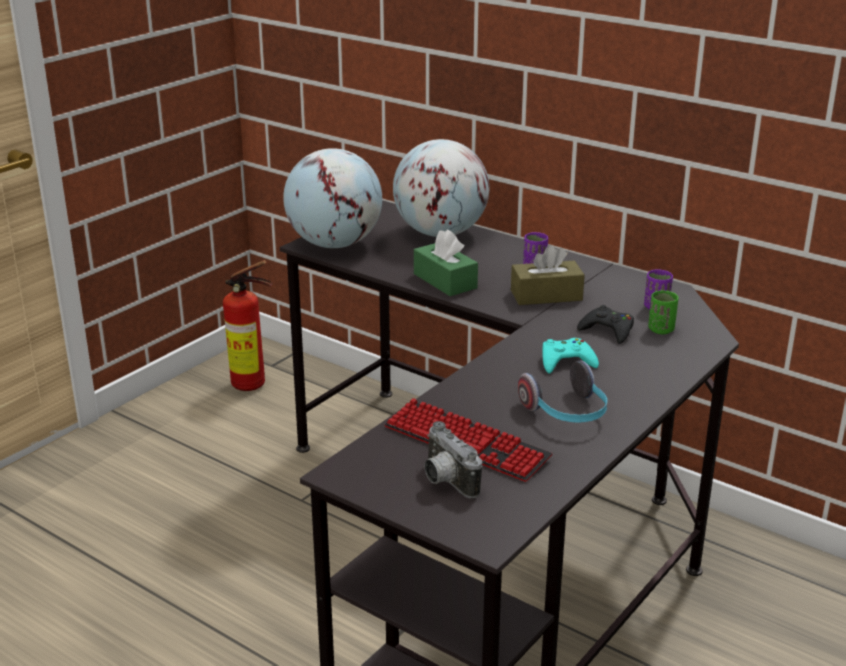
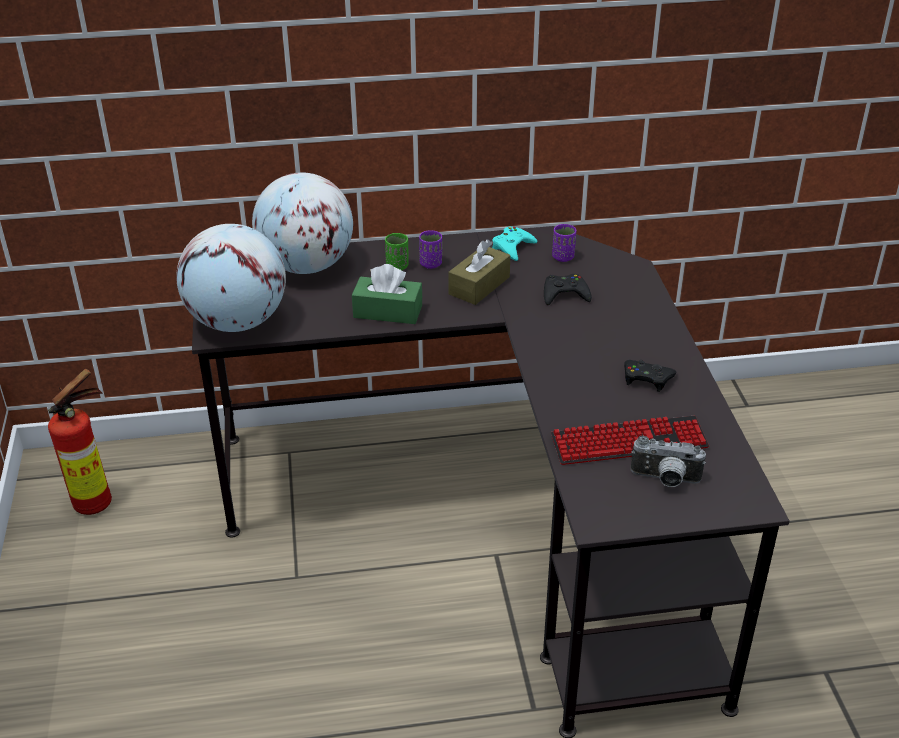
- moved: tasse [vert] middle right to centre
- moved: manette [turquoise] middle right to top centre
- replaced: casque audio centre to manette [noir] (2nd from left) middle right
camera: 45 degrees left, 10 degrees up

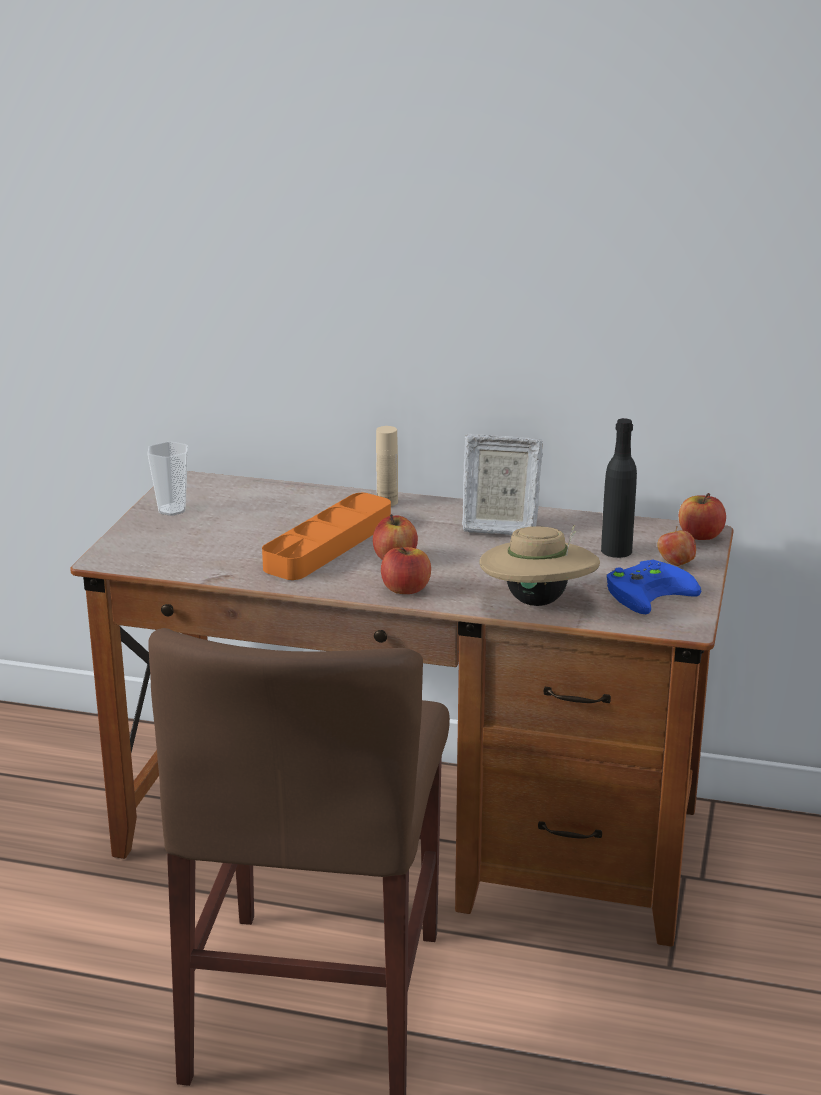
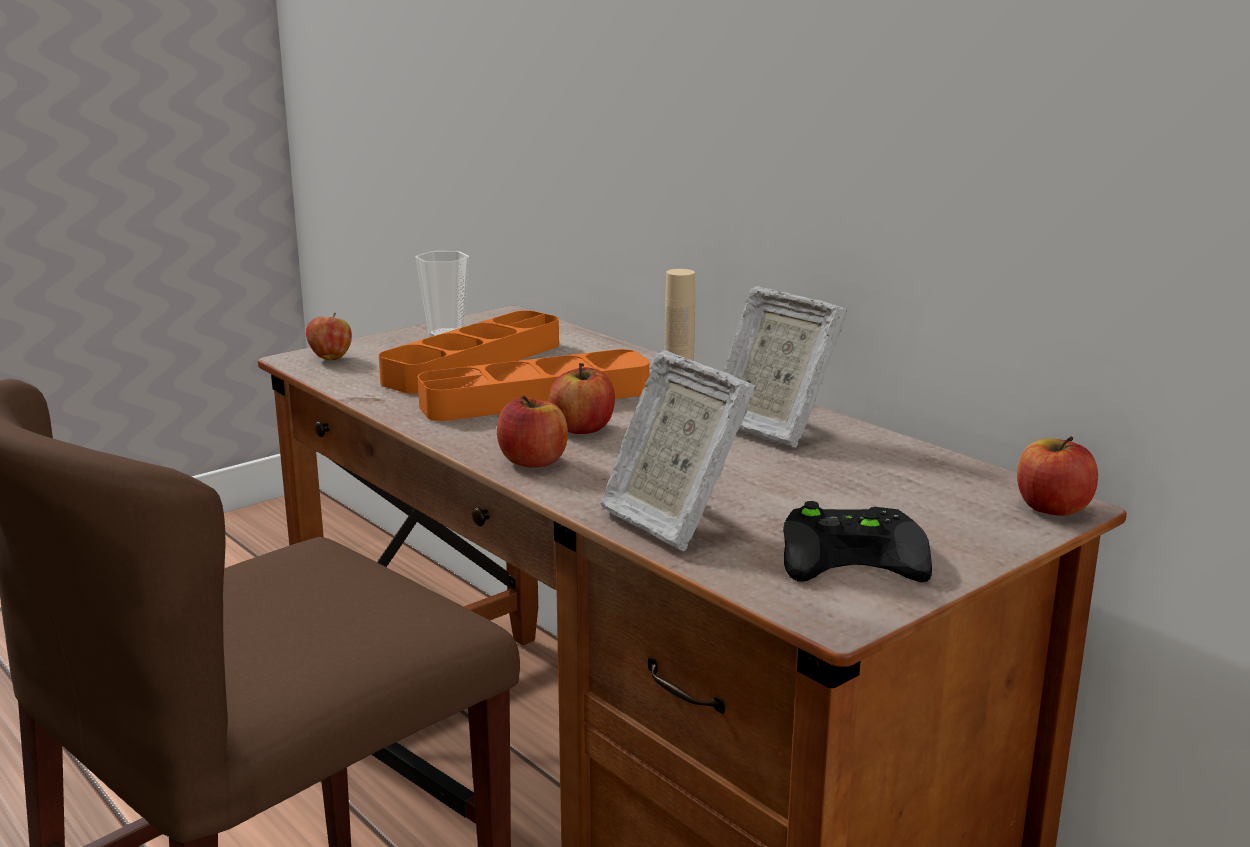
- removed: bouteille [noir] middle right
- replaced: chapeau [beige] centre to cadre photo (1st from left) centre
- moved: pomme (3rd from left in the first image) middle right to pomme (1st from left) middle left
- recoloured: manette [bleu] middle right to manette [noir] middle right
- added: plateau [orange] (1st from left) centre
camera: 35 degrees right, 5 degrees down

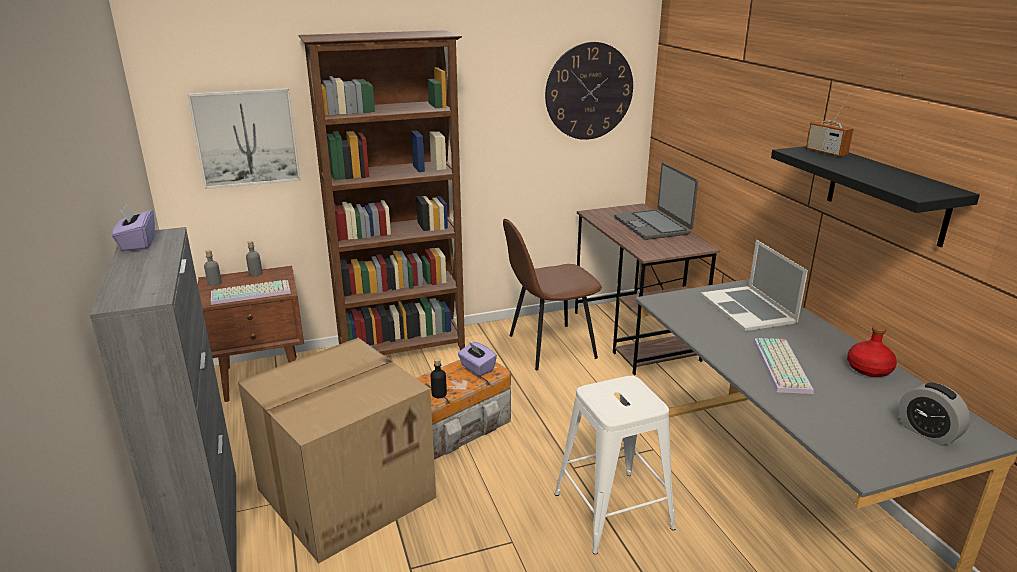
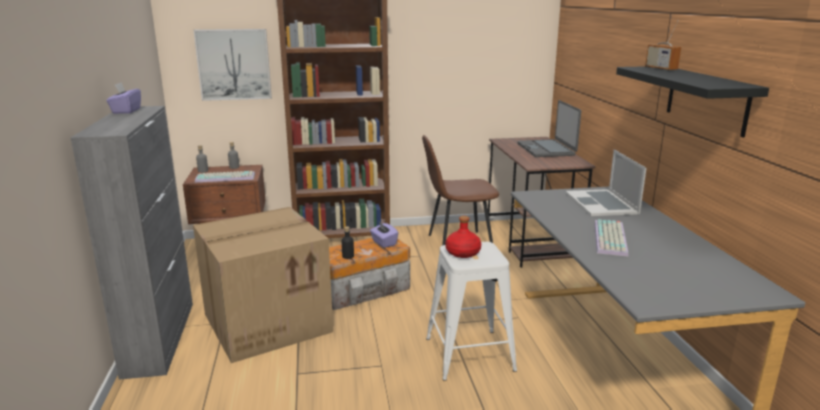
- removed: horloge murale top centre
- moved: bouteille [rouge] middle right to centre
- removed: réveil bottom right
camera: 10 degrees right, 5 degrees down

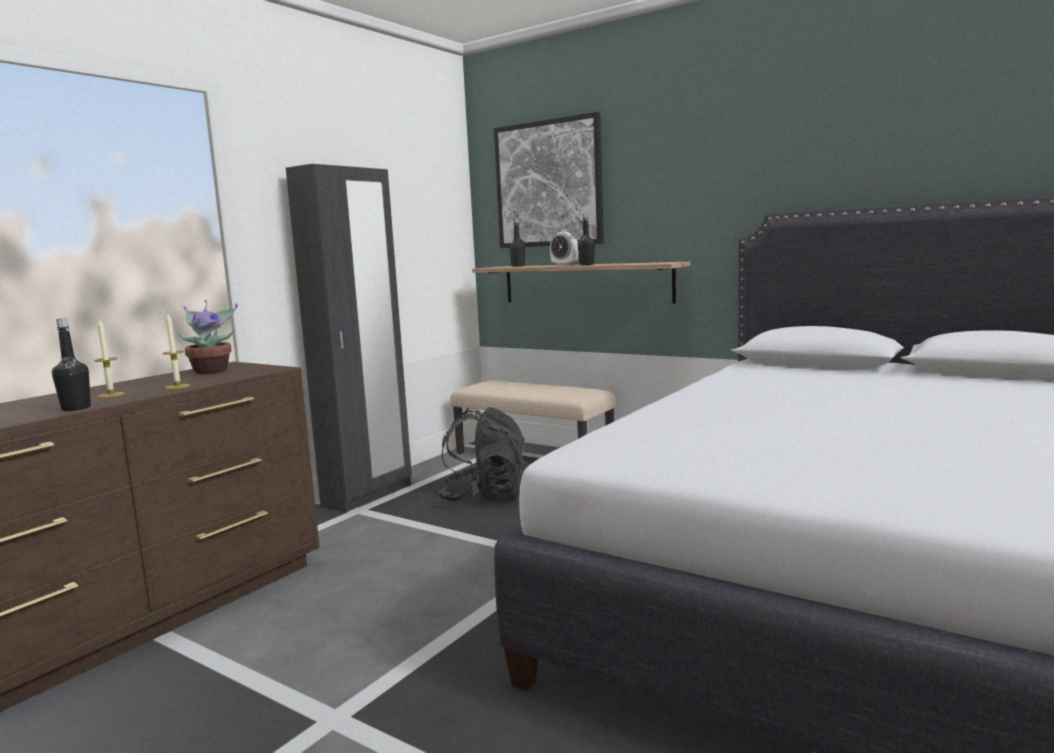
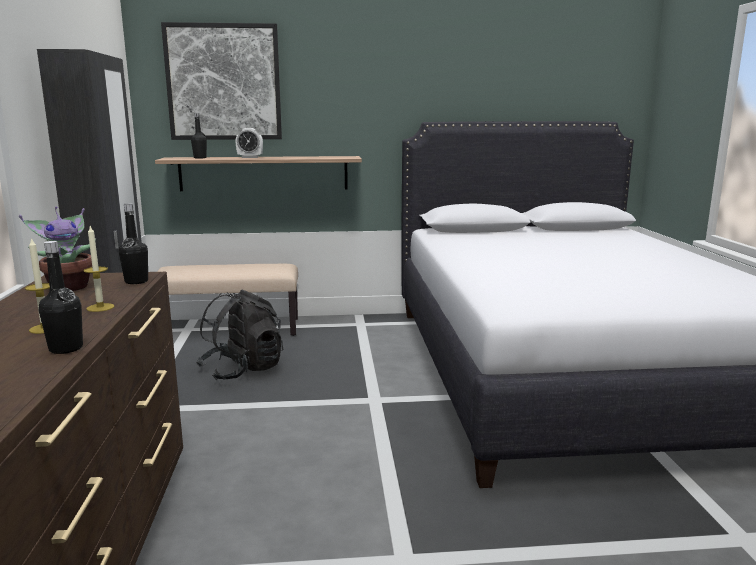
- moved: bouteille [noir] (3rd from left in the first image) top centre to bouteille [noir] (2nd from left) middle left
camera: 40 degrees left, 5 degrees up

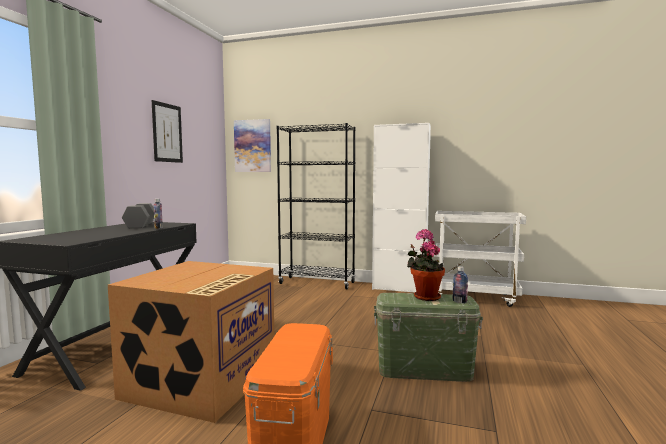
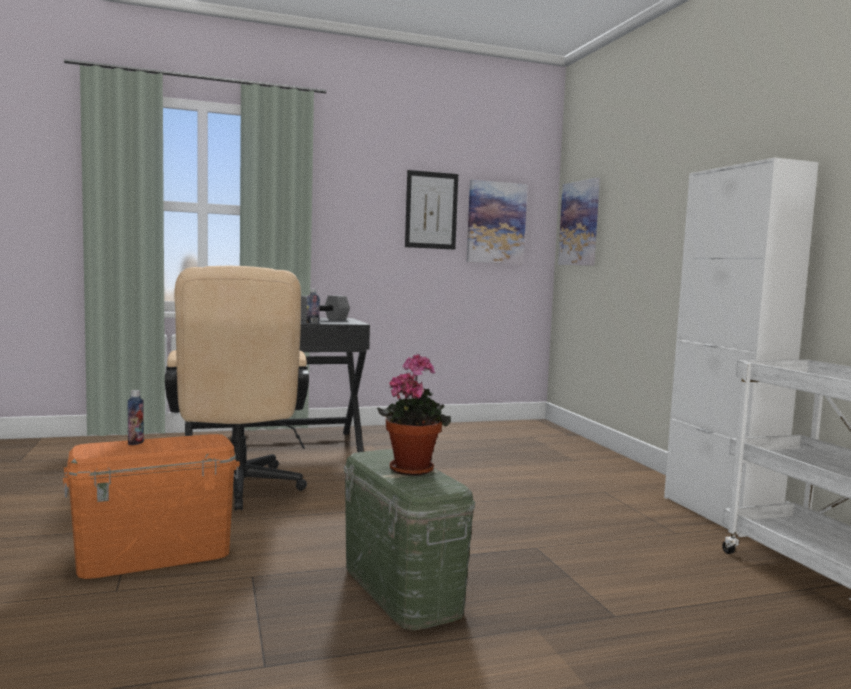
- removed: bibliothèque [noir] centre
- replaced: carton bottom left to chaise de bureau [beige] middle left
- moved: bouteille (2nd from left in the first image) middle right to bouteille (1st from left) middle left
- added: tableau (2nd from left) top centre
camera: 55 degrees right, 0 degrees up

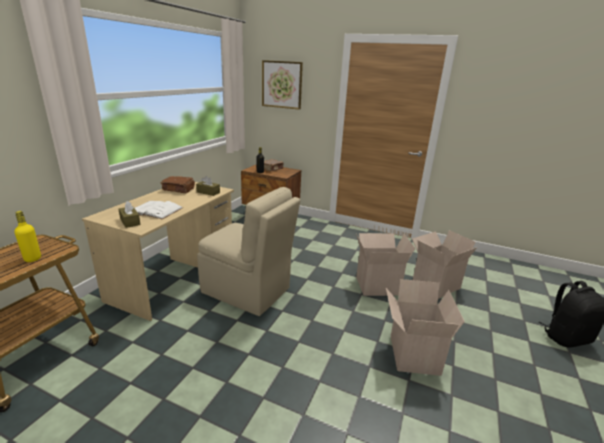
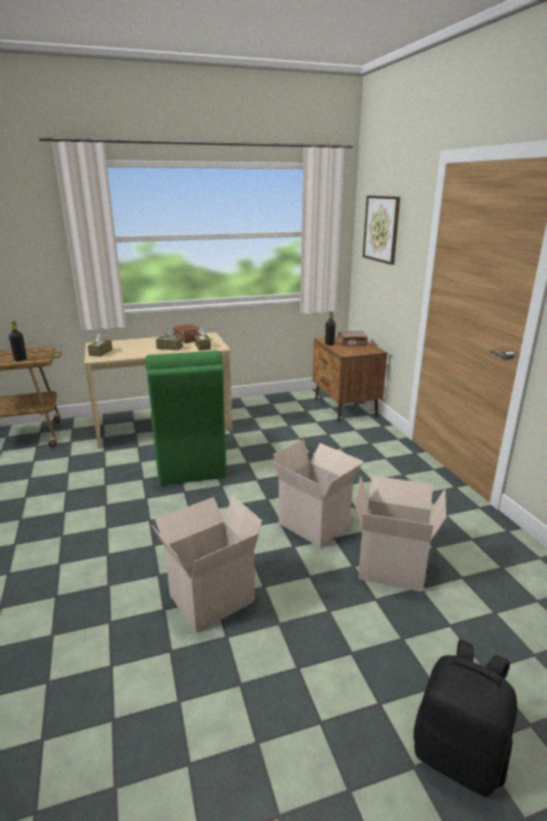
- recoloured: chaise [beige] centre to chaise [vert] centre
- removed: livre [blanc] middle left
- recoloured: bouteille [jaune] middle left to bouteille [noir] (1st from left) middle left
- added: boîte à mouchoirs [marron] (2nd from left) middle left
camera: 50 degrees right, 0 degrees up

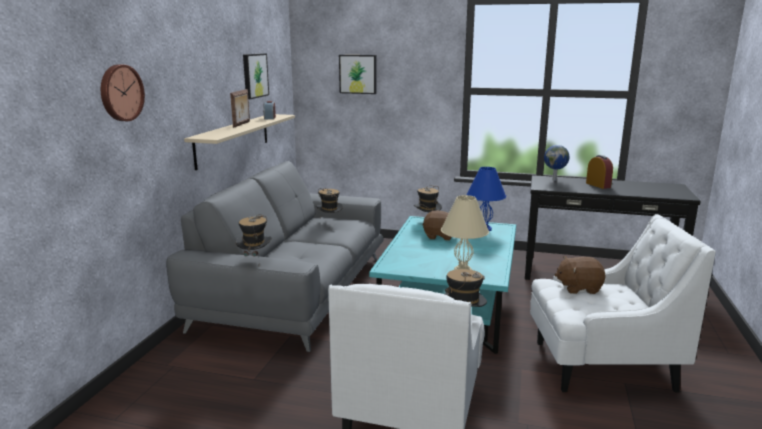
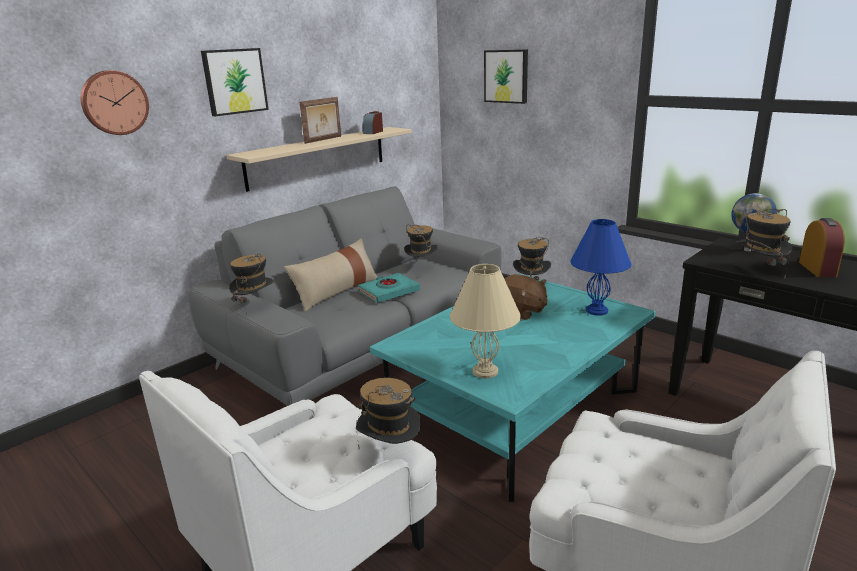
- moved: tableau (1st from left) top centre to top left
- removed: peluche [marron] (2nd from left) middle right
- added: chapeau (5th from left) middle right
- added: coussin [beige] centre
- added: livre [turquoise] centre
camera: 30 degrees right, 5 degrees up

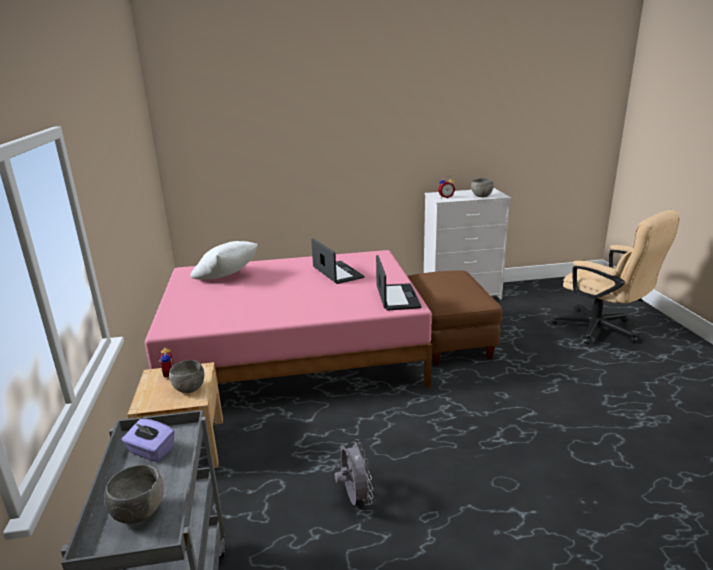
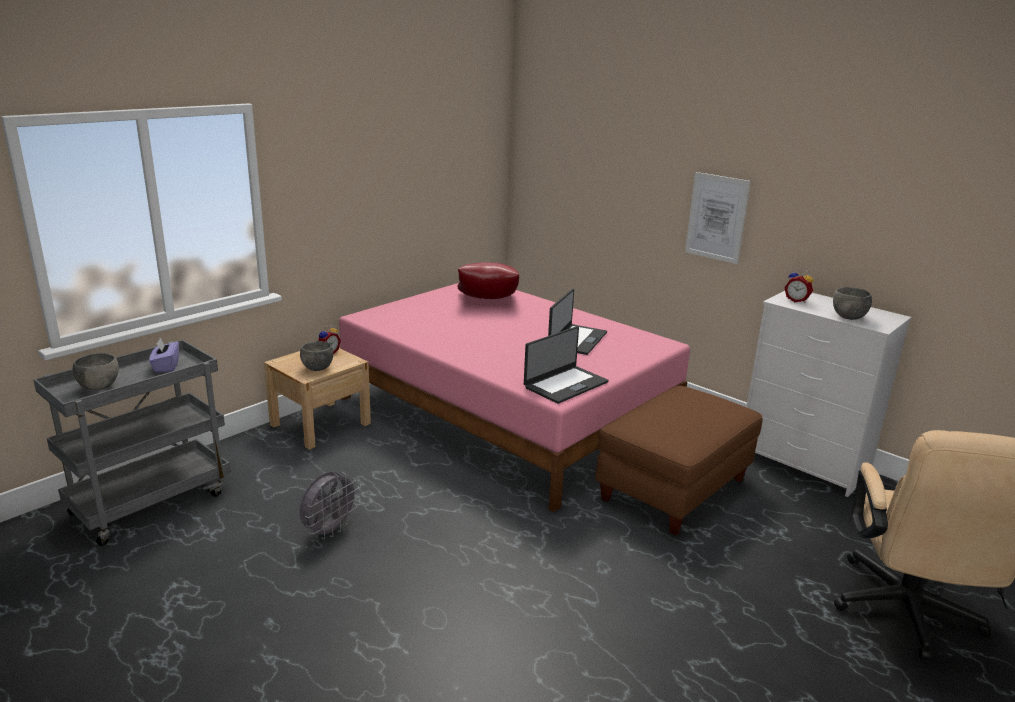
- recoloured: coussin [blanc] middle left to coussin [rouge] centre
- added: tableau top right
camera: 50 degrees right, 0 degrees up

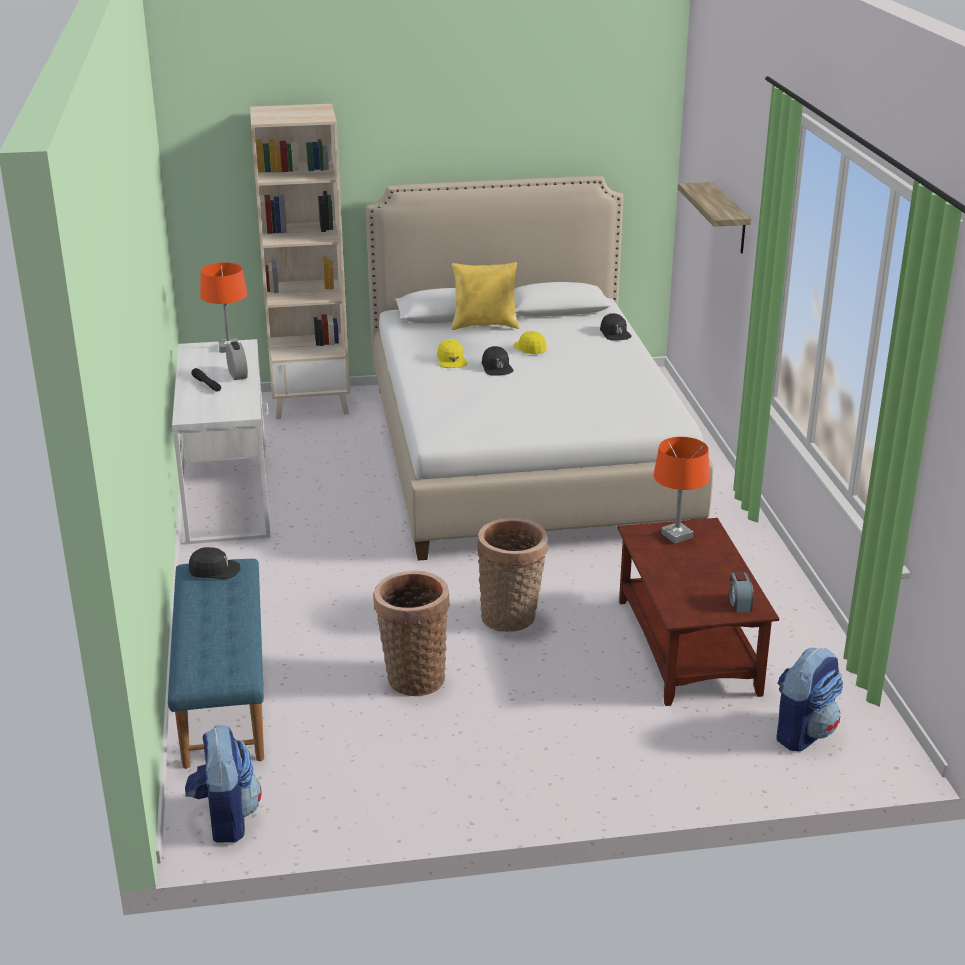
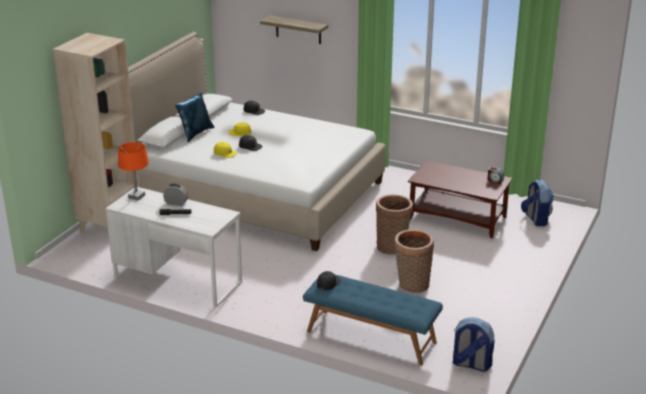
- recoloured: coussin [jaune] top centre to coussin [bleu] top left
- removed: lampe de table [orange] (2nd from left) middle right
camera: 55 degrees left, 0 degrees up

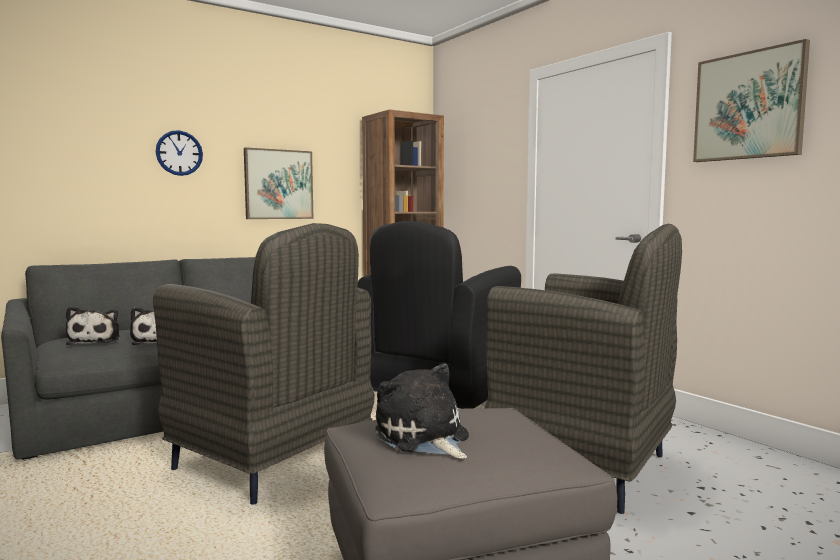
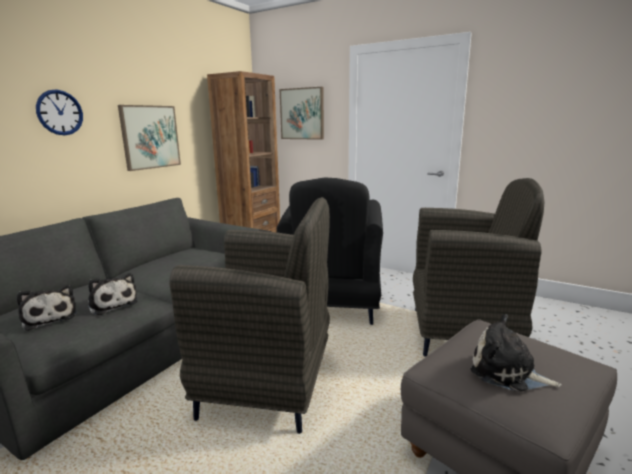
- moved: tableau (2nd from left) top right to top centre
camera: 25 degrees left, 10 degrees up

